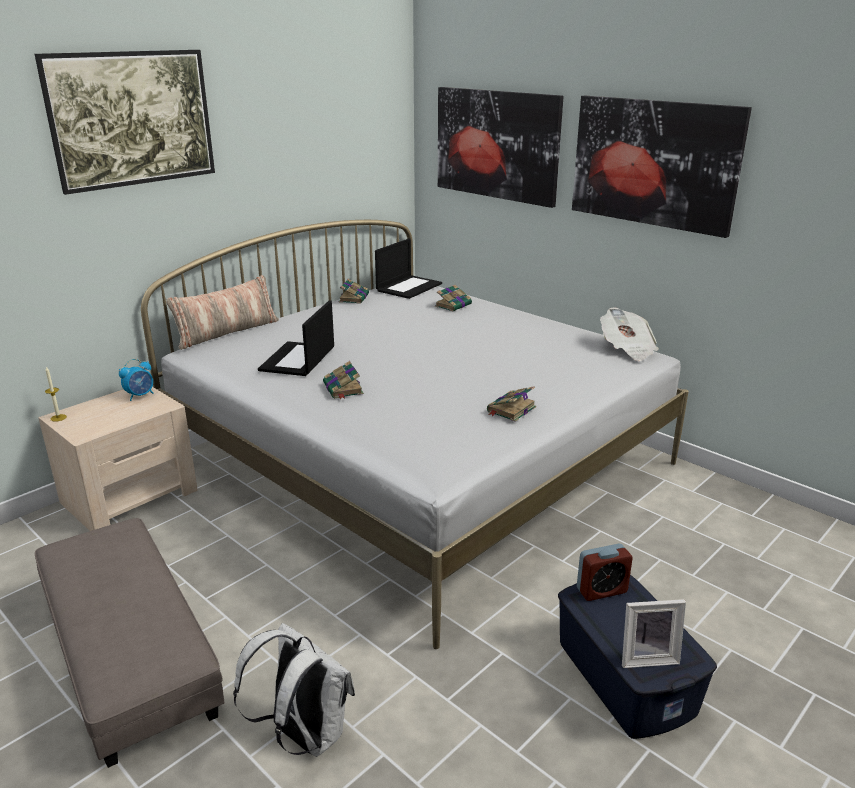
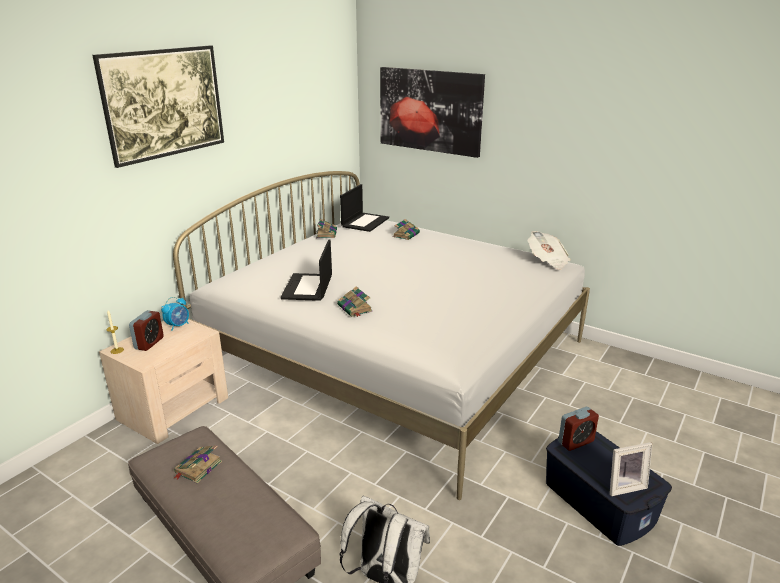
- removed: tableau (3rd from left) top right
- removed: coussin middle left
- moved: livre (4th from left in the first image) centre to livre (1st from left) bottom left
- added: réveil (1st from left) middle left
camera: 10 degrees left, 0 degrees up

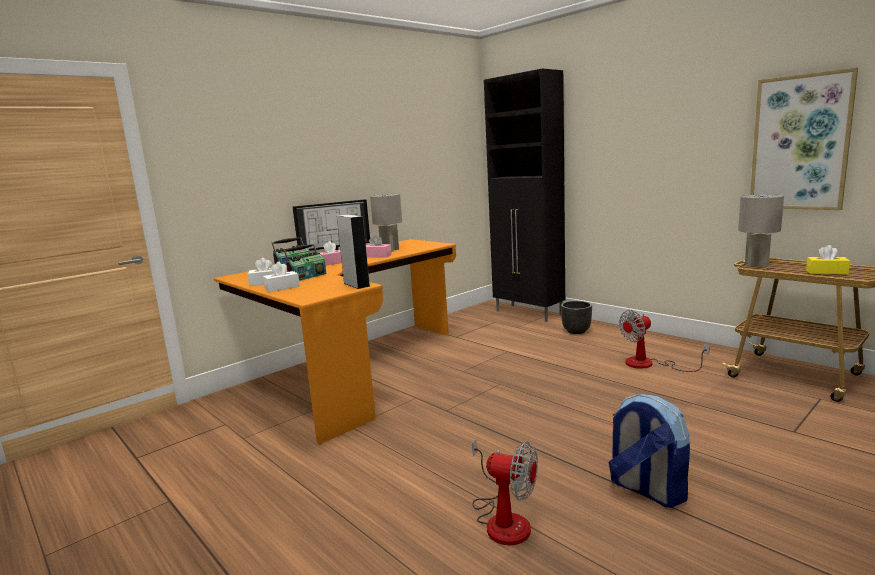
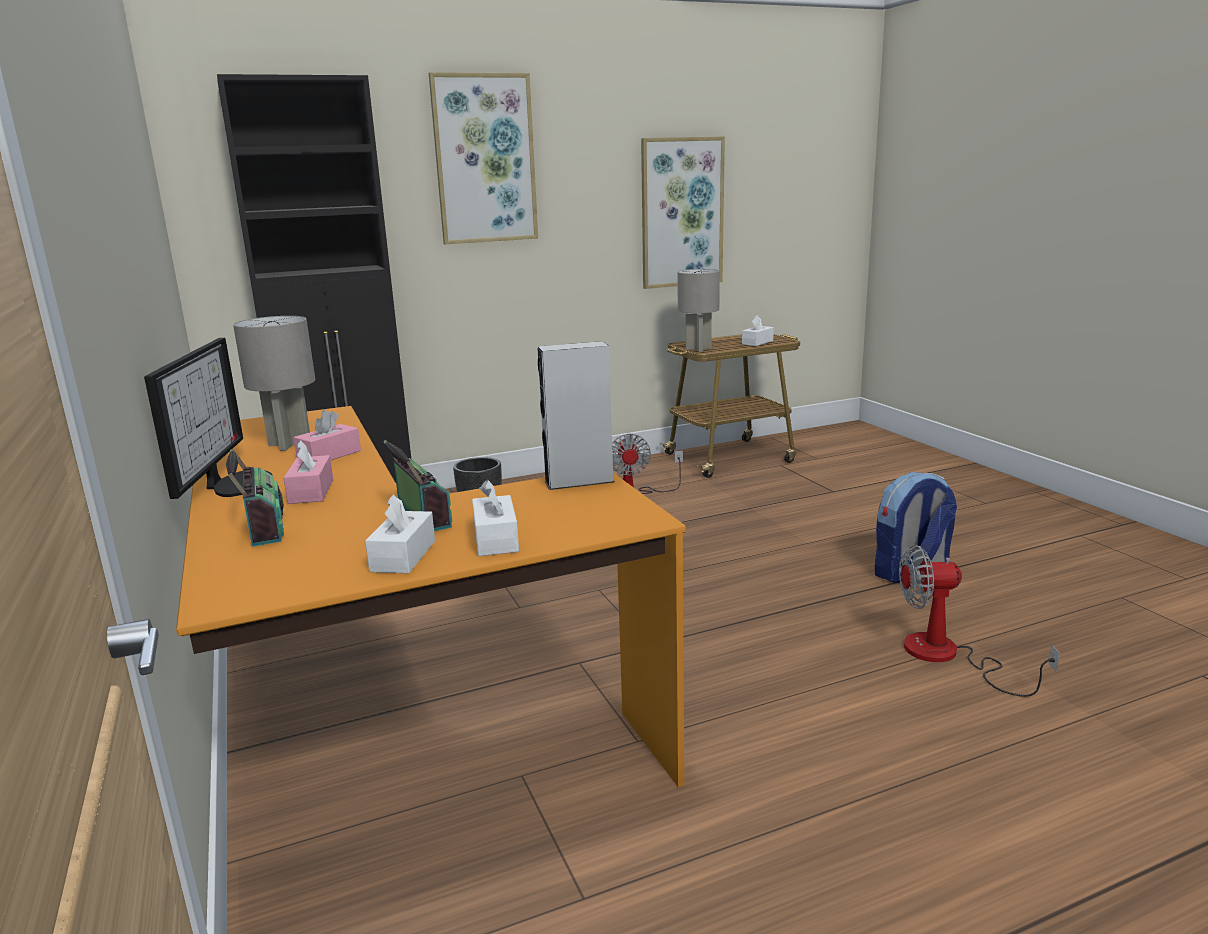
- recoloured: boîte à mouchoirs [jaune] middle right to boîte à mouchoirs [blanc] (3rd from left) centre
- turned: ventilateur (1st from left in the first image) bottom centre = middle right 135 degrees counterclockwise
- added: tableau (1st from left) top centre
camera: 70 degrees left, 5 degrees up

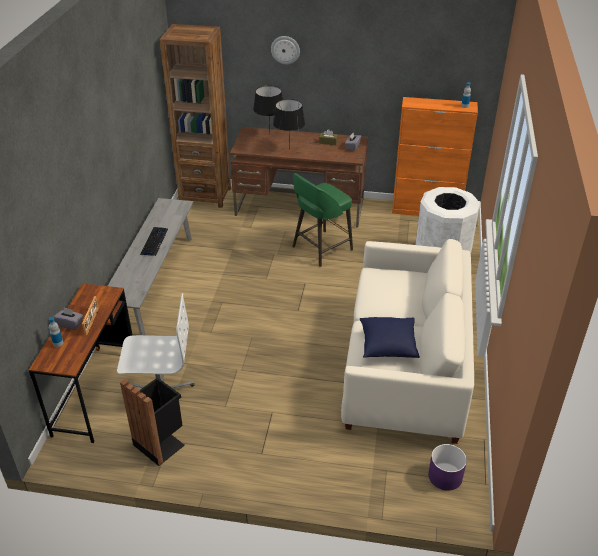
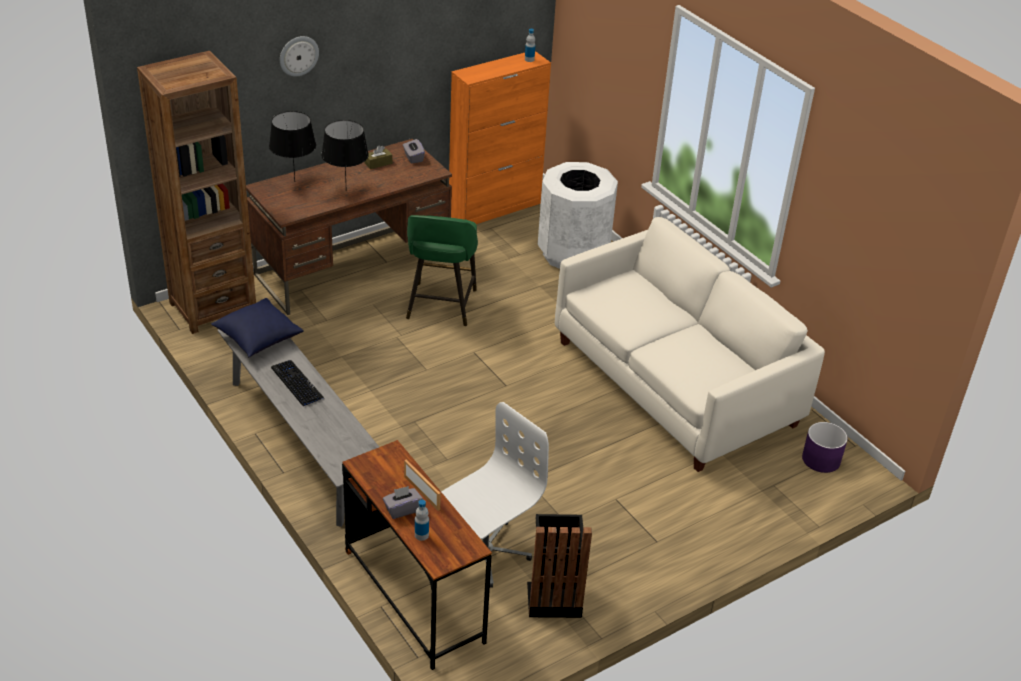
- moved: coussin [bleu] centre to middle left
camera: 45 degrees left, 0 degrees up

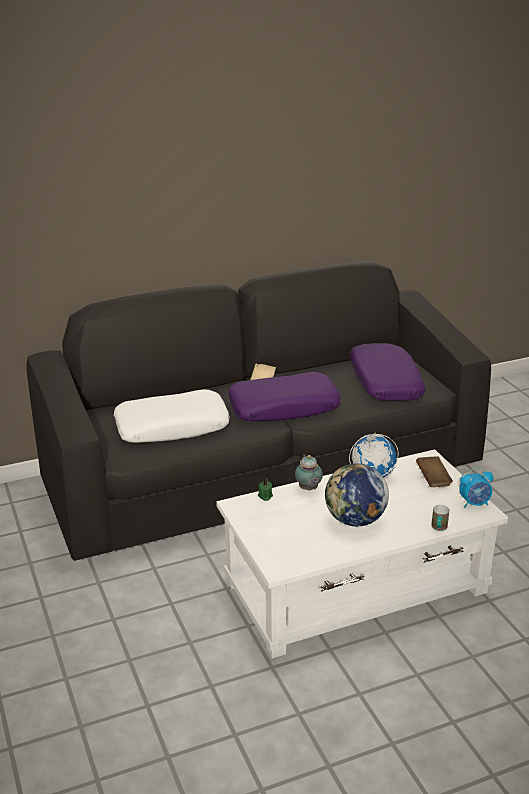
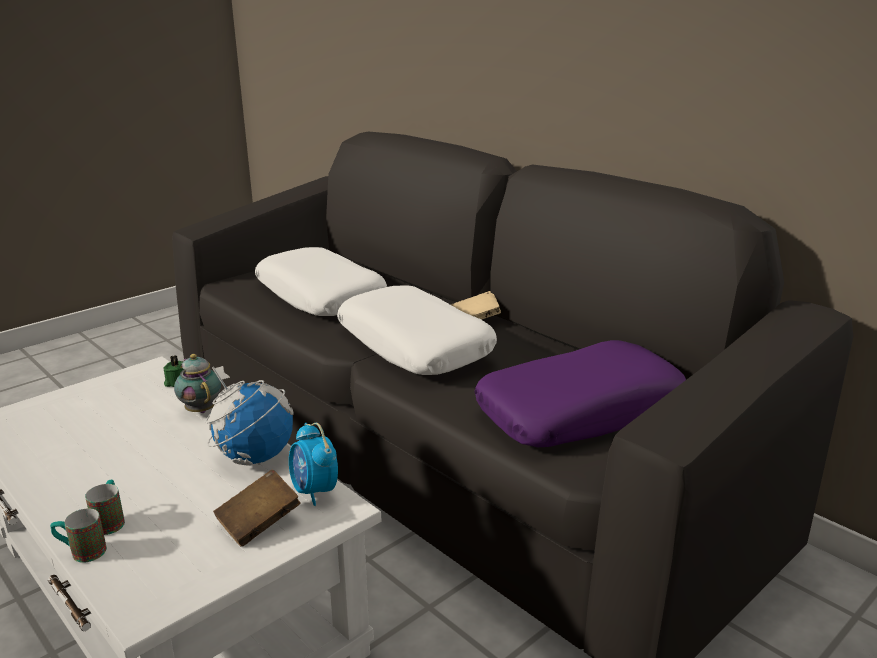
- recoloured: coussin [violet] (1st from left) centre to coussin [blanc] (2nd from left) centre
- turned: théière centre = middle left 90 degrees clockwise
- removed: globe (1st from left) middle right
- moved: réveil middle right to bottom centre
- added: mug (2nd from left) bottom left
camera: 70 degrees right, 5 degrees down

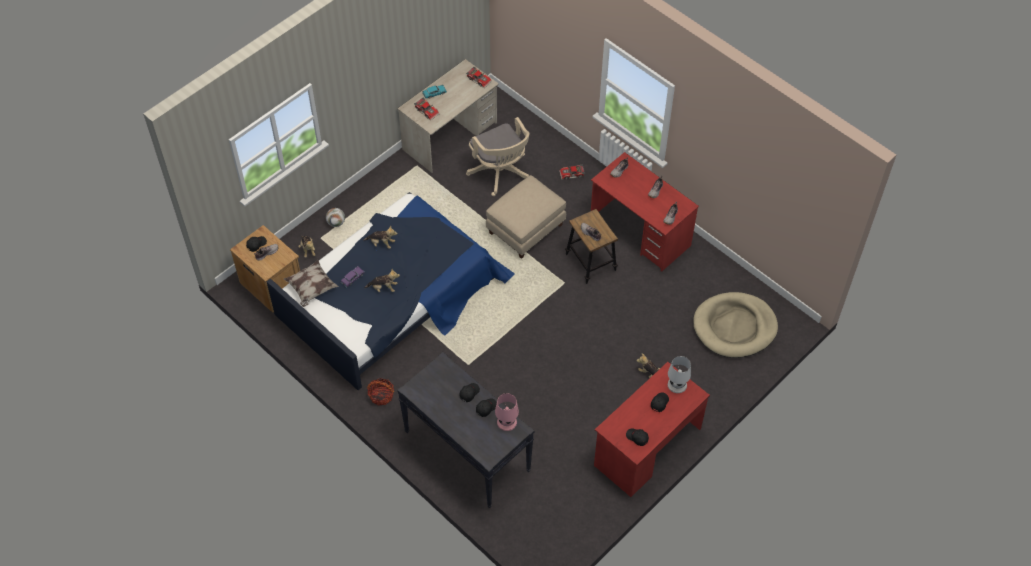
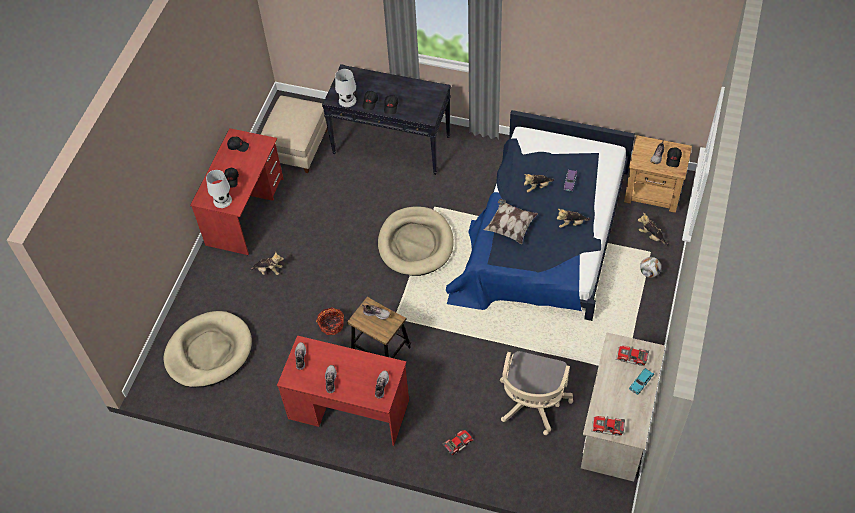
- turned: chaise de bureau [beige] top centre = bottom centre 105 degrees counterclockwise
- moved: pouf [beige] centre to top centre
- moved: coussin middle left to centre
- moved: panier bottom centre to centre
- recoloured: lampe de table [rose] bottom centre to lampe de table [blanc] (2nd from left) top centre
- added: panier pour chien [beige] (2nd from left) centre
camera: 155 degrees right, 0 degrees up

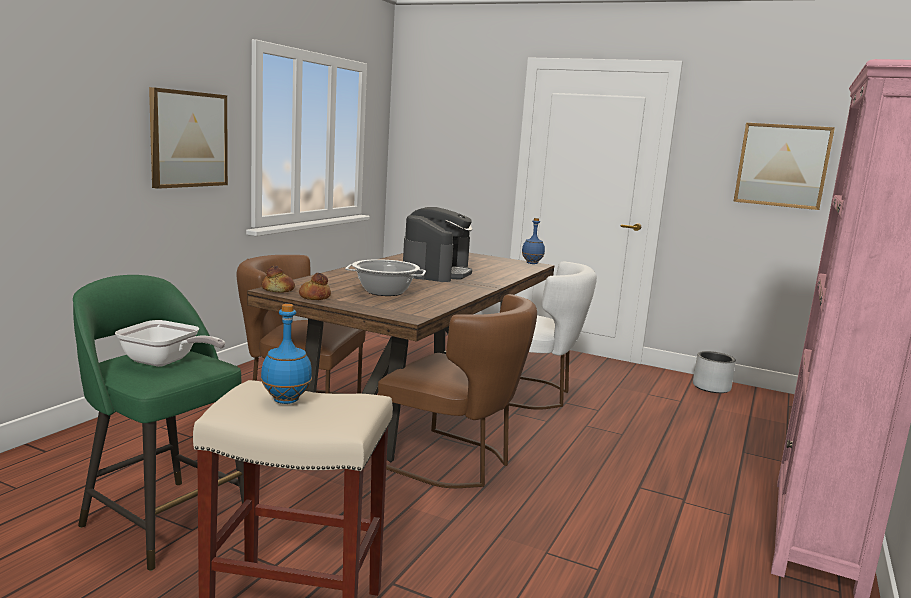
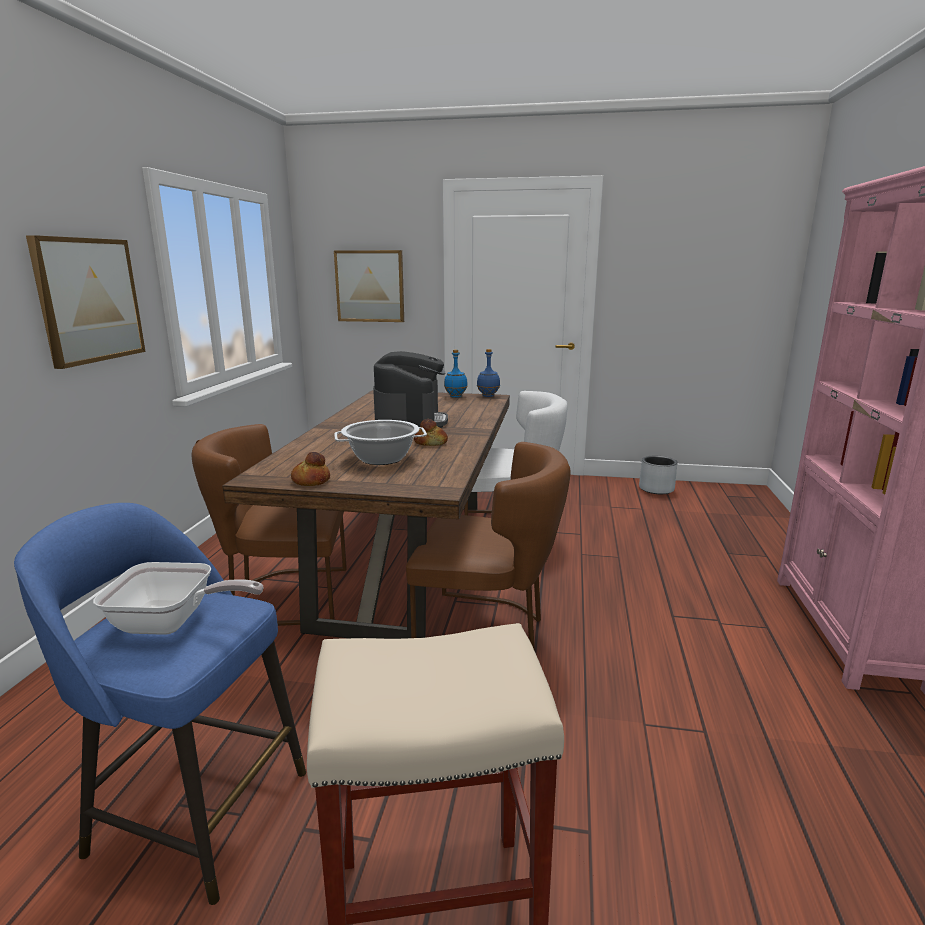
- moved: tableau (2nd from left) top right to top centre
- moved: pain (1st from left in the first image) middle left to pain (2nd from left) centre
- recoloured: tabouret [vert] bottom left to tabouret [bleu] bottom left
- moved: bouteille [bleu] (1st from left) middle left to centre
camera: 15 degrees left, 5 degrees up

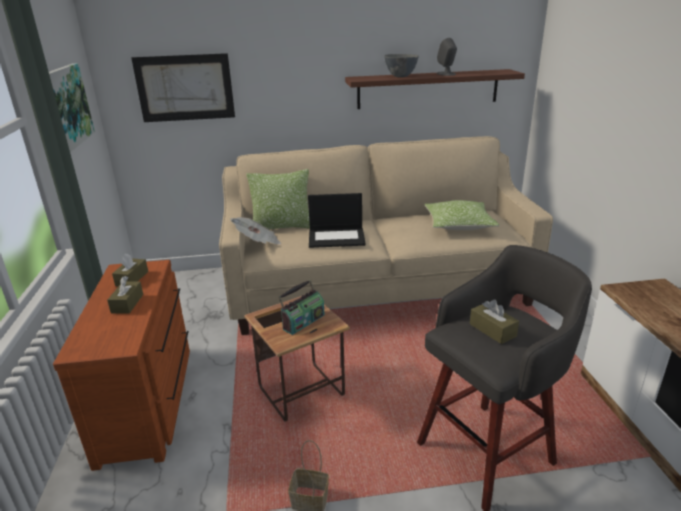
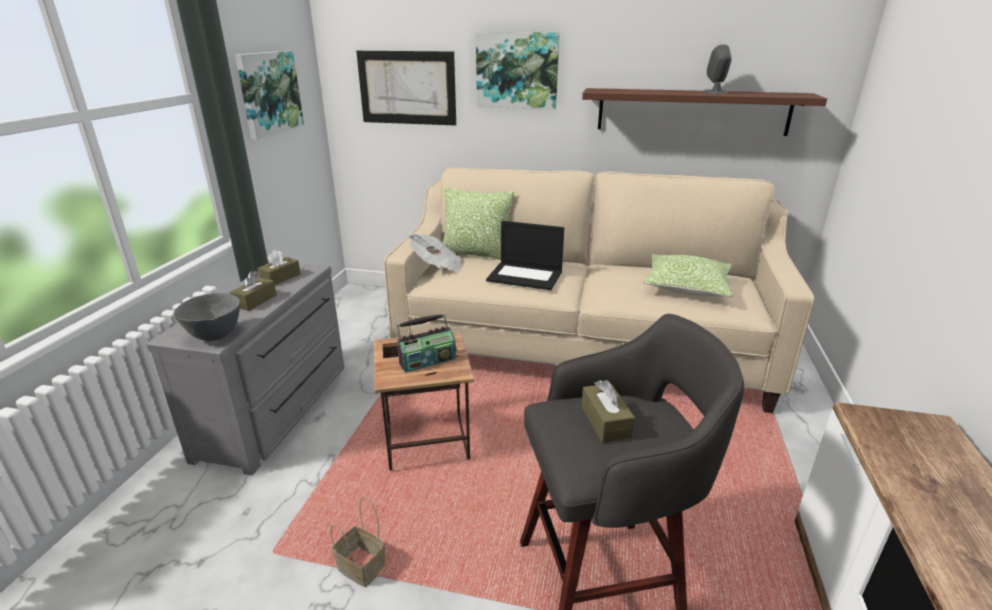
- moved: bol [gris] top centre to middle left
- recoloured: commode [marron] bottom left to commode [gris] middle left
- added: tableau (3rd from left) top centre
camera: 20 degrees right, 0 degrees up

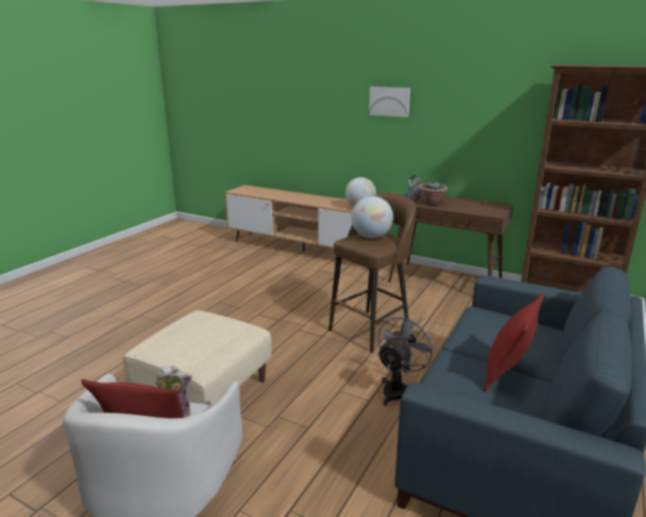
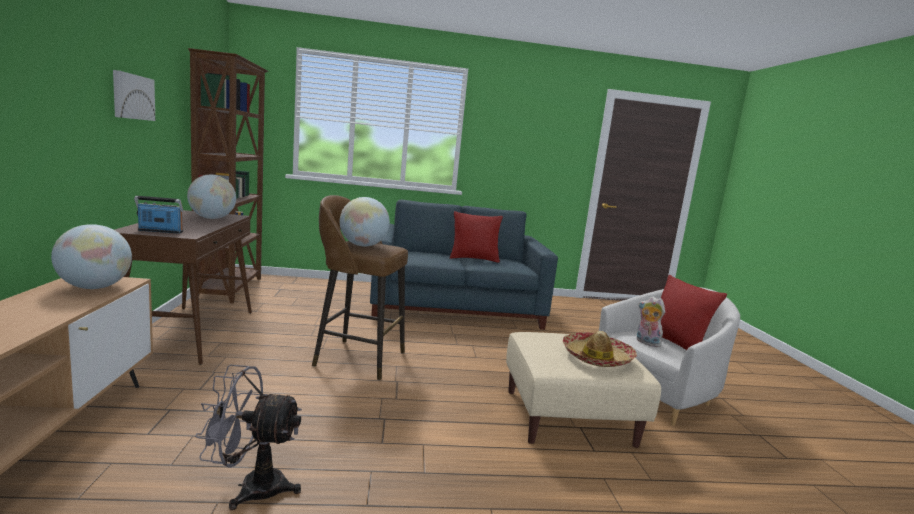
- moved: tableau top centre to top left
- removed: plante en pot middle right
- moved: ventilateur [gris] bottom centre to bottom left
- added: globe (2nd from left) middle left
- added: chapeau bottom centre
camera: 125 degrees left, 10 degrees down

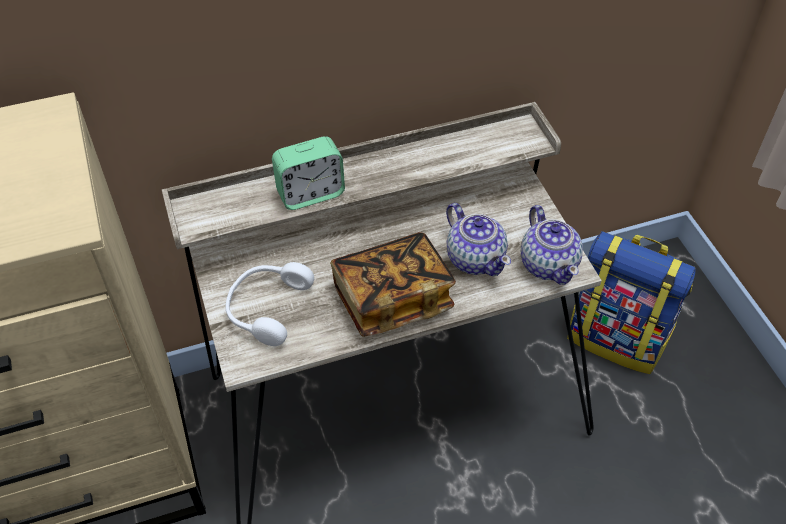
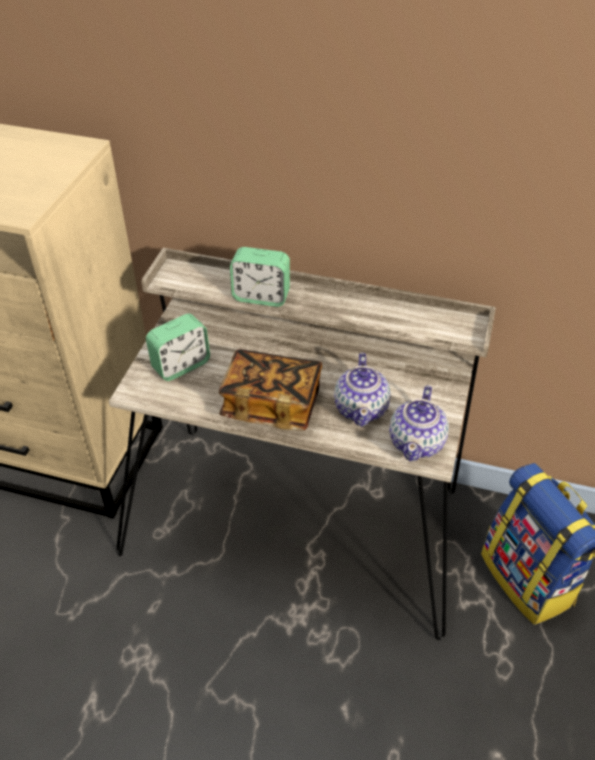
- replaced: casque audio [blanc] centre to réveil (1st from left) middle left
camera: 35 degrees right, 5 degrees down

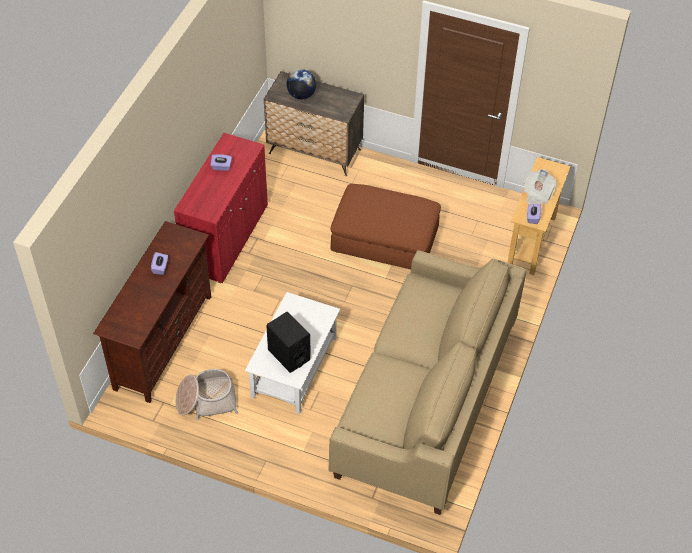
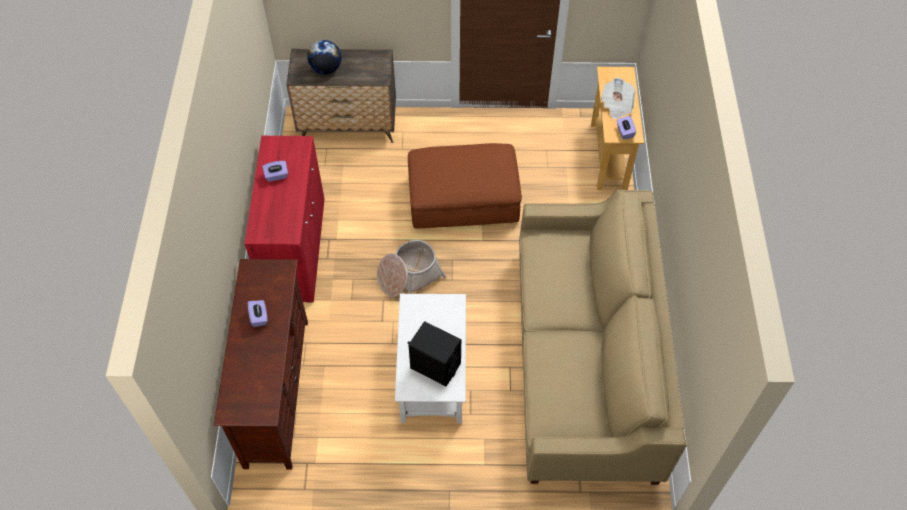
- moved: panier bottom left to centre
camera: 20 degrees left, 5 degrees up

